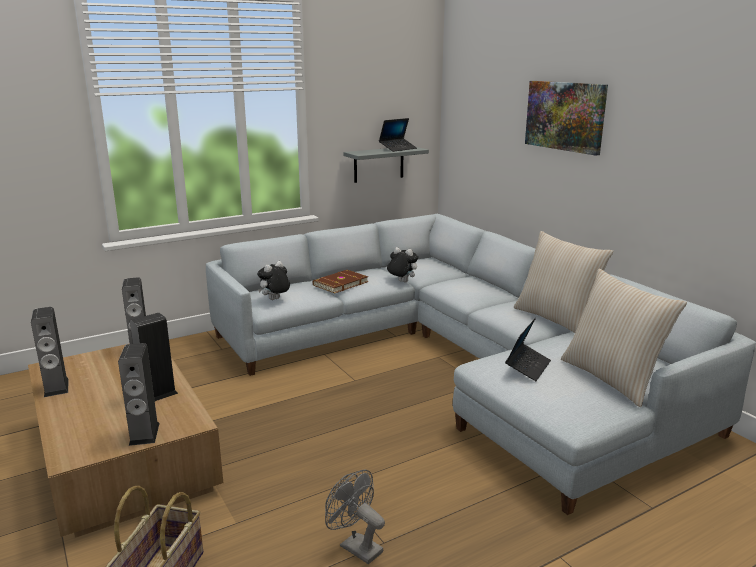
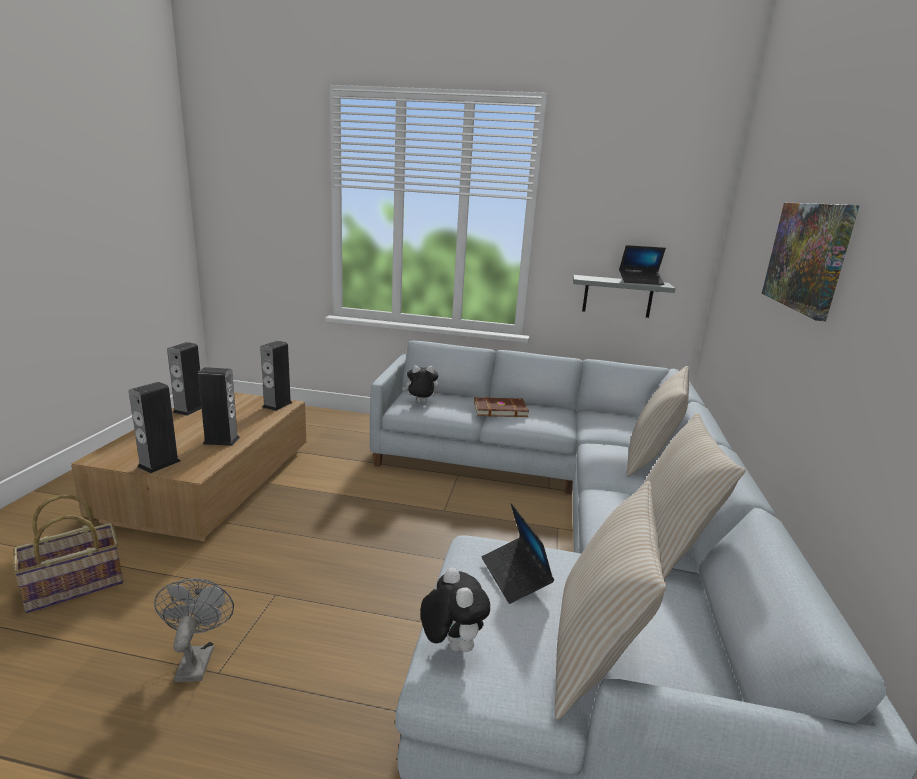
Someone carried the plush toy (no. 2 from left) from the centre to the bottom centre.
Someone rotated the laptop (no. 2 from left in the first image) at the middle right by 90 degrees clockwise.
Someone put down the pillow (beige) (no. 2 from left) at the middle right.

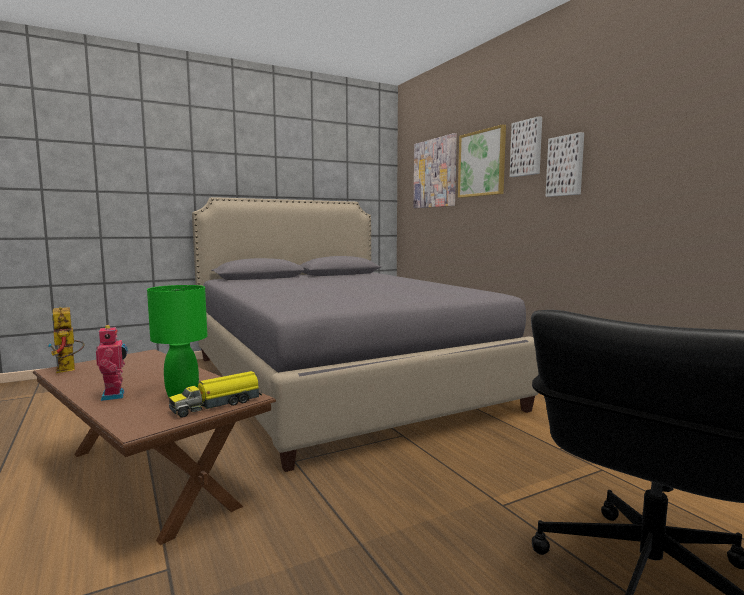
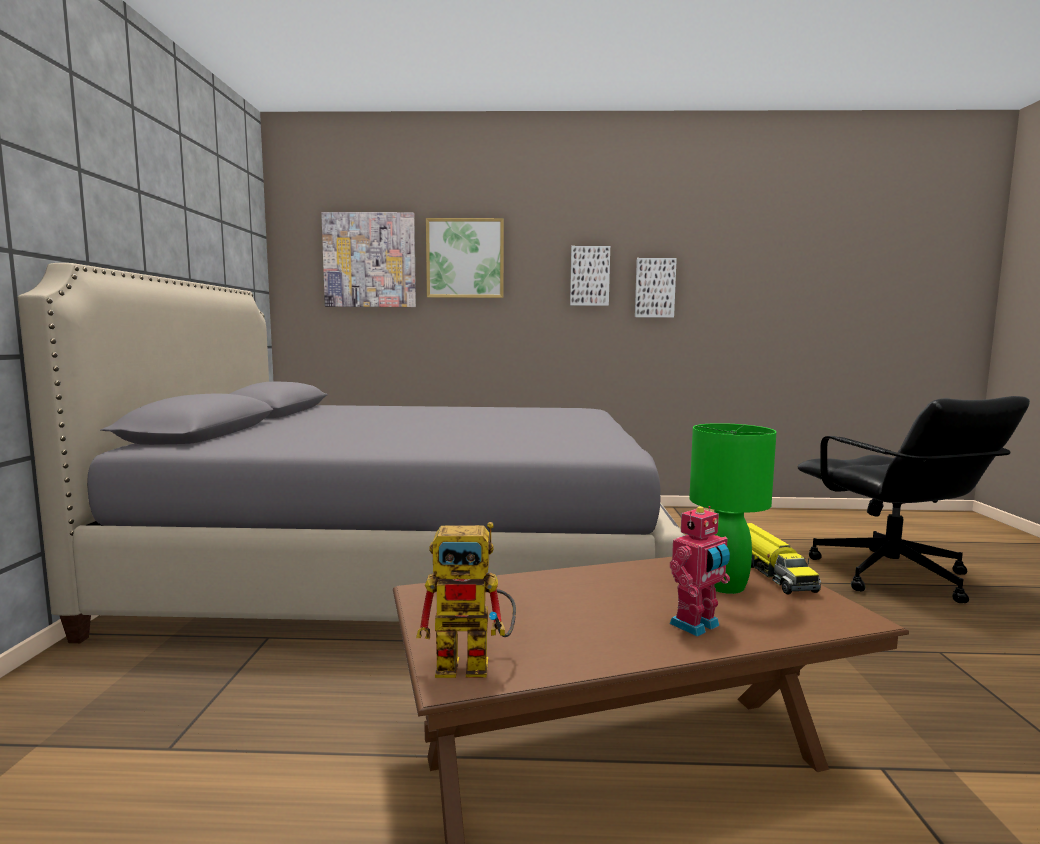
Someone carried the picture (no. 3 from left in the first image) from the top right to the centre.
Someone rotated the toy robot (no. 2 from left) at the middle left by 135 degrees clockwise.

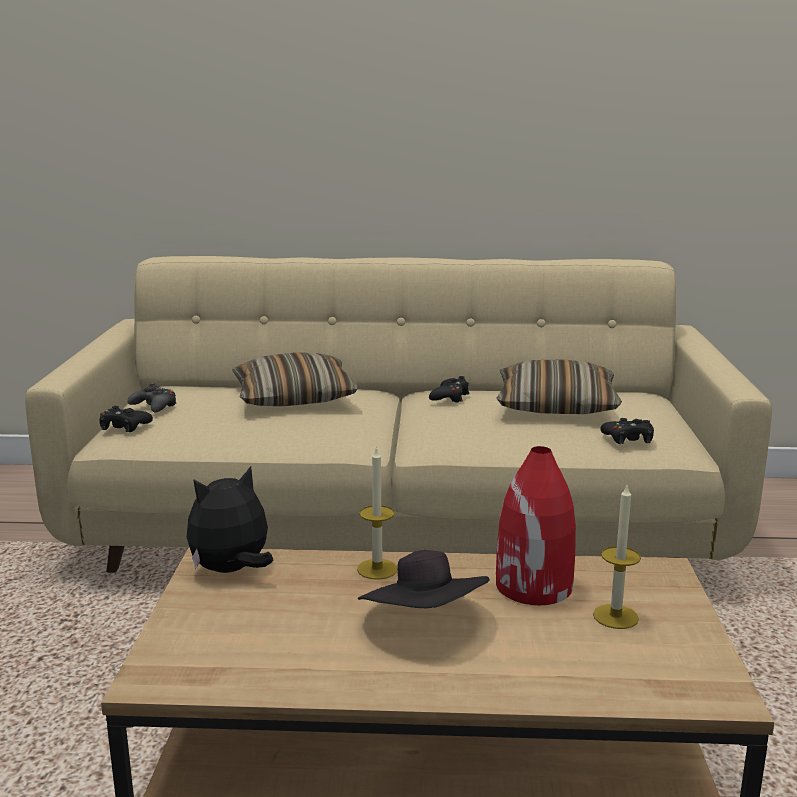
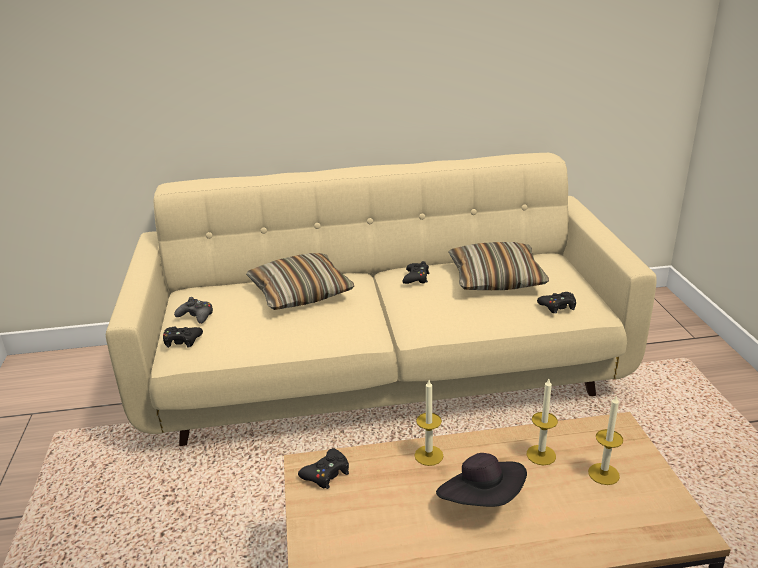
Someone swapped the plush toy at the middle left for the game controller (black) (no. 3 from left) at the bottom centre.
Someone swapped the vase (red) at the middle right for the candle (no. 2 from left) at the bottom right.

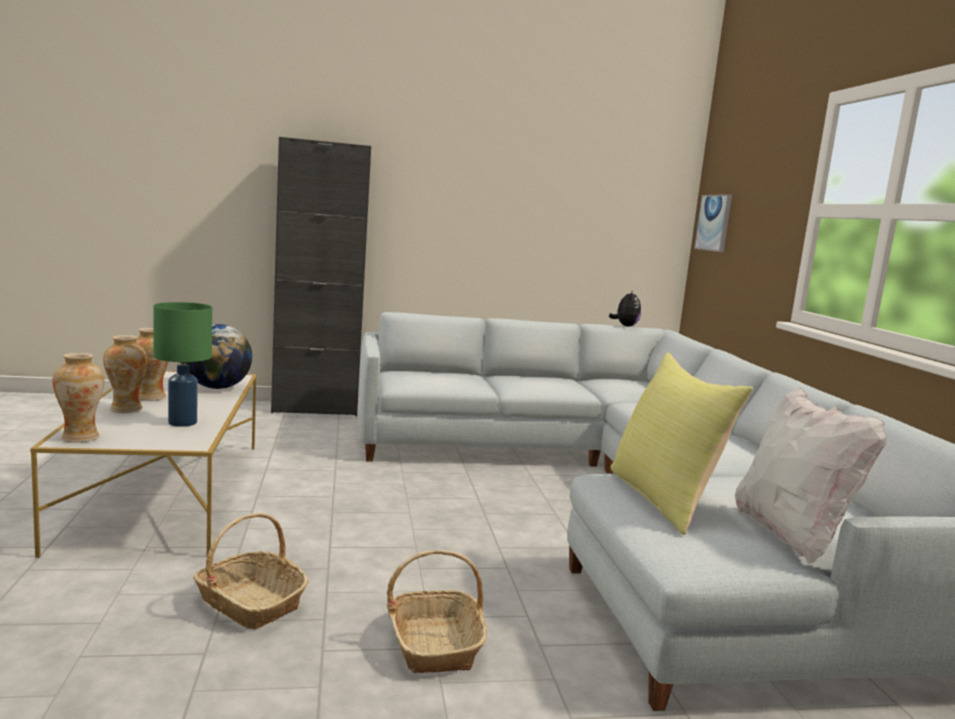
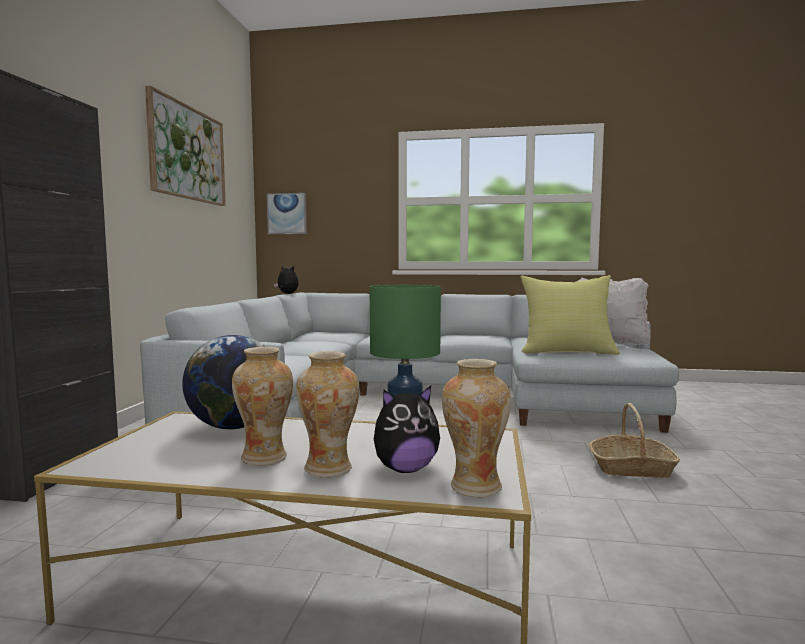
Someone put up the picture (no. 1 from left) at the top left.
Someone put down the plush toy (no. 2 from left) at the centre.
Someone took away the basket (no. 1 from left) at the bottom left.

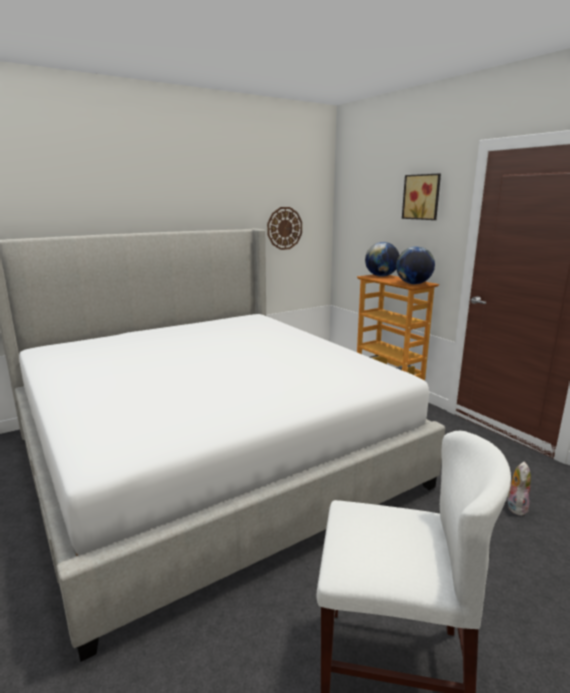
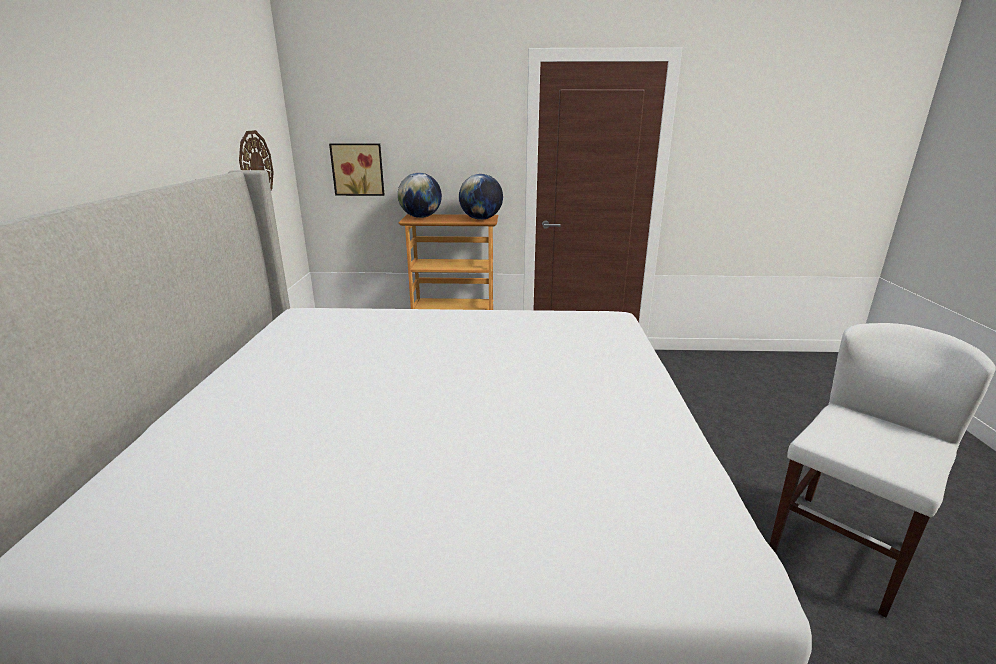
Someone carried the picture from the top right to the top centre.
Someone took away the plush toy at the bottom right.

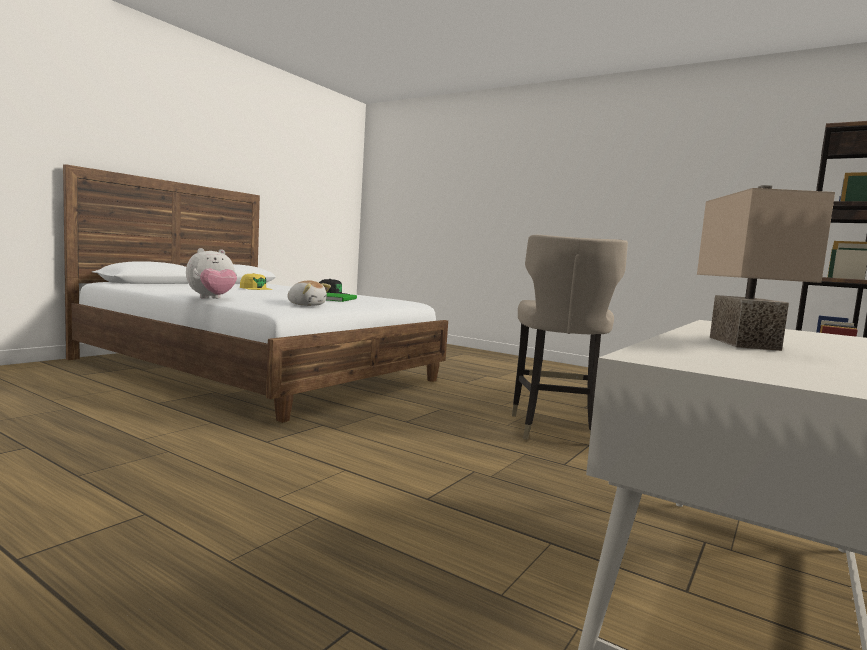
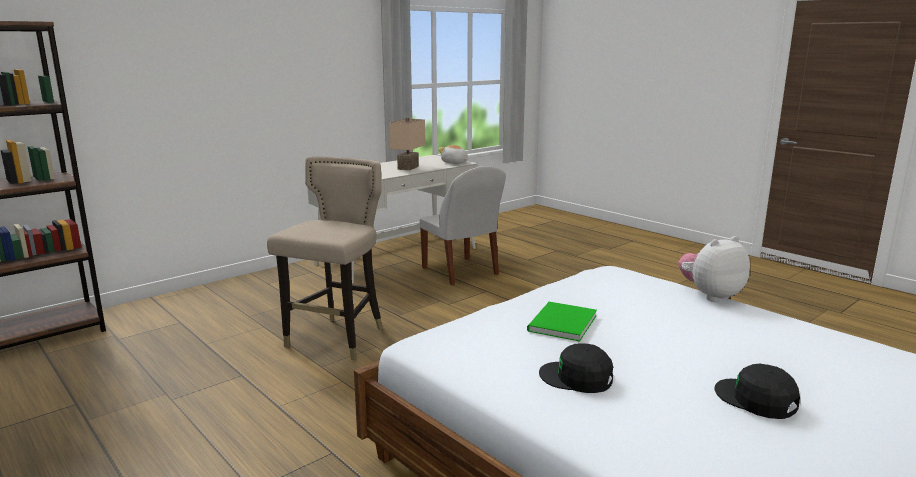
Someone put down the chair (white) at the centre.
Someone carried the plush toy (no. 2 from left in the first image) from the centre to the top centre.
Someone repainted the cap (yellow) at the middle left, which became the cap (black) (no. 2 from left) at the bottom right.

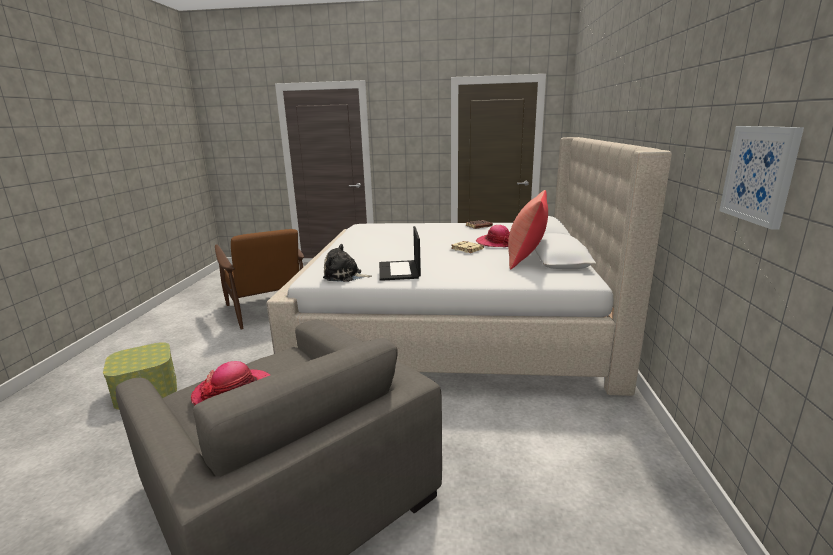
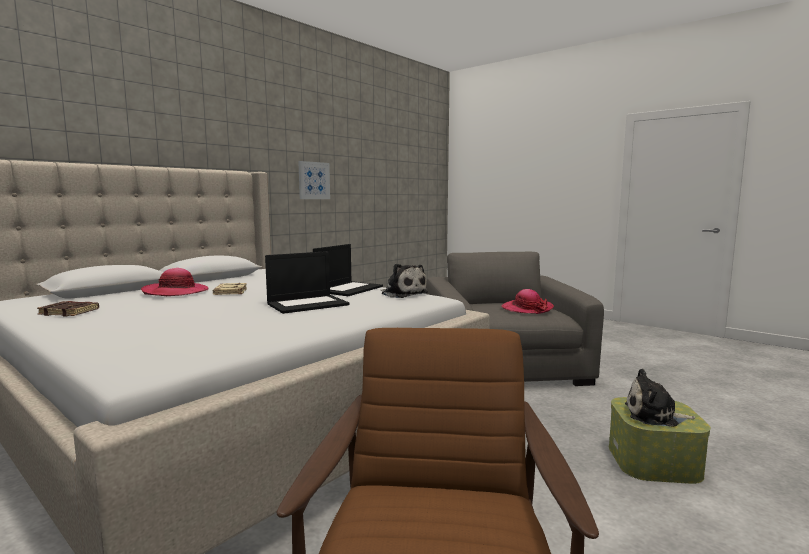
Someone put down the laptop (no. 1 from left) at the centre.
Someone put down the plush toy (no. 2 from left) at the bottom right.
Someone took away the pillow (red) at the centre.

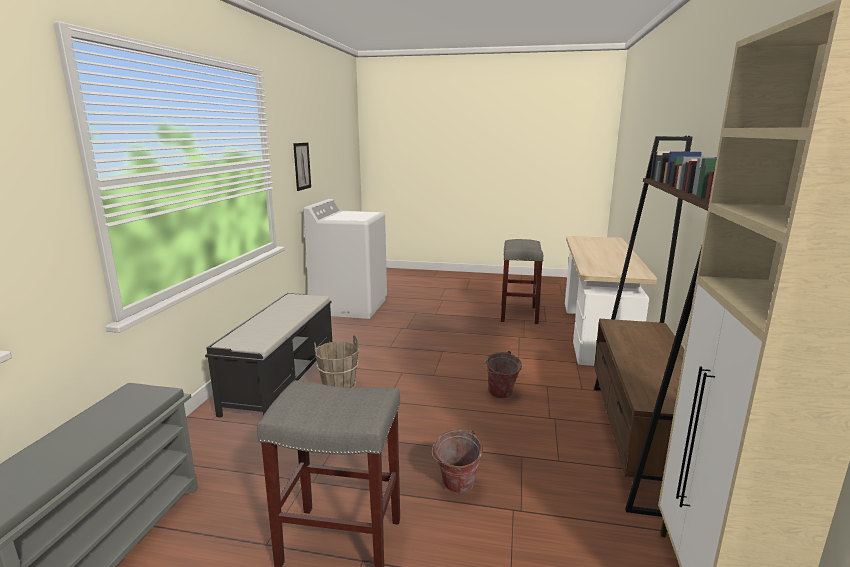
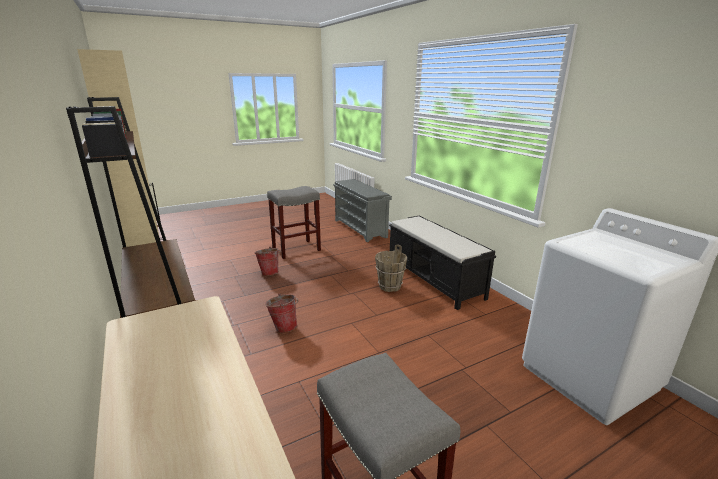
Someone took away the picture at the top centre.

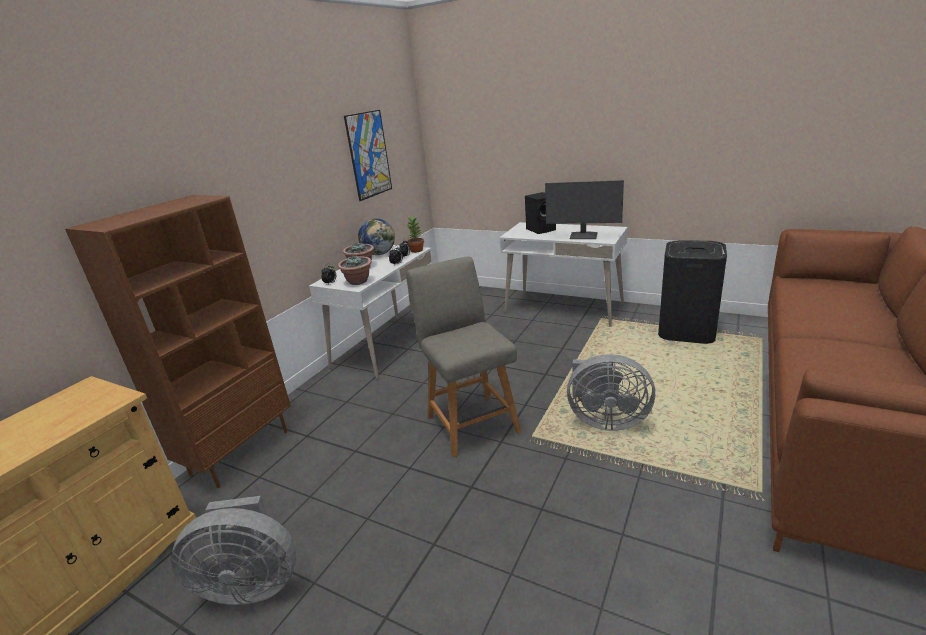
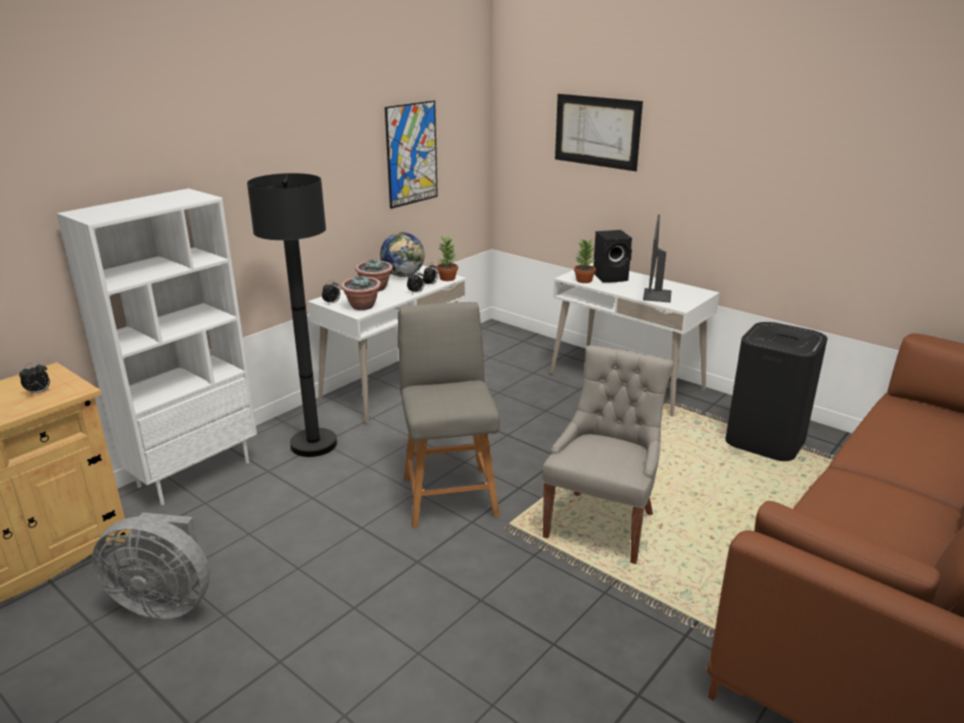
Someone put down the alarm clock (no. 1 from left) at the middle left.
Someone repainted the bookcase (brown) at the middle left, which became the bookcase (white) at the middle left.
Someone put down the floor lamp (black) at the middle left.
Someone swapped the fan (grey) (no. 2 from left) at the centre for the chair (grey) (no. 2 from left) at the centre.
Someone put up the picture (no. 2 from left) at the top centre.
Someone put down the potted plant (no. 4 from left) at the centre.
Someone rotated the monitor at the top centre by 75 degrees clockwise.

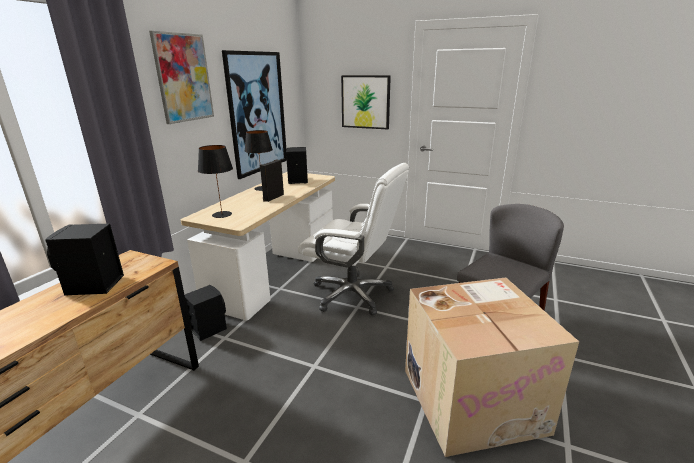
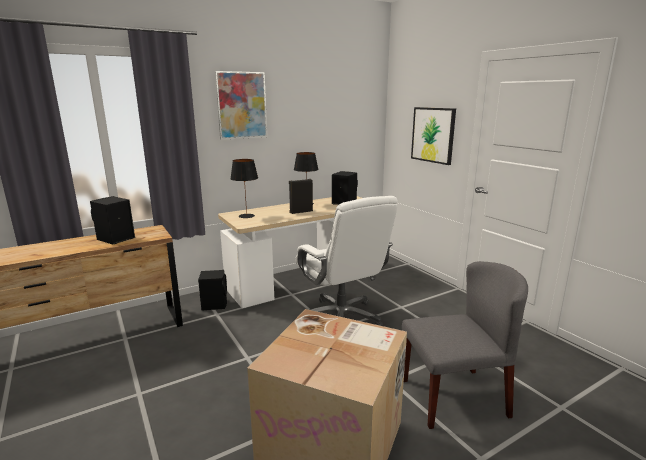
Someone took away the picture (no. 2 from left) at the top centre.

